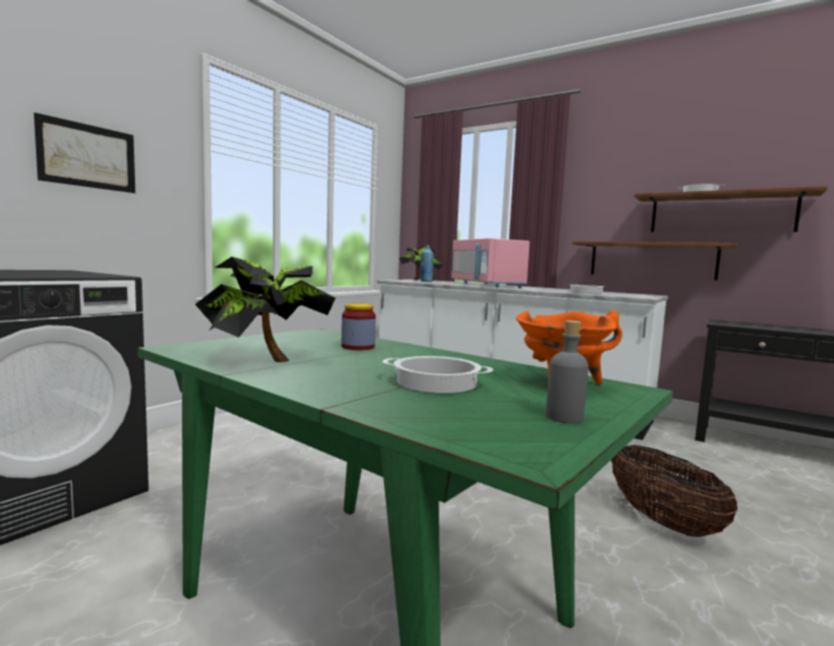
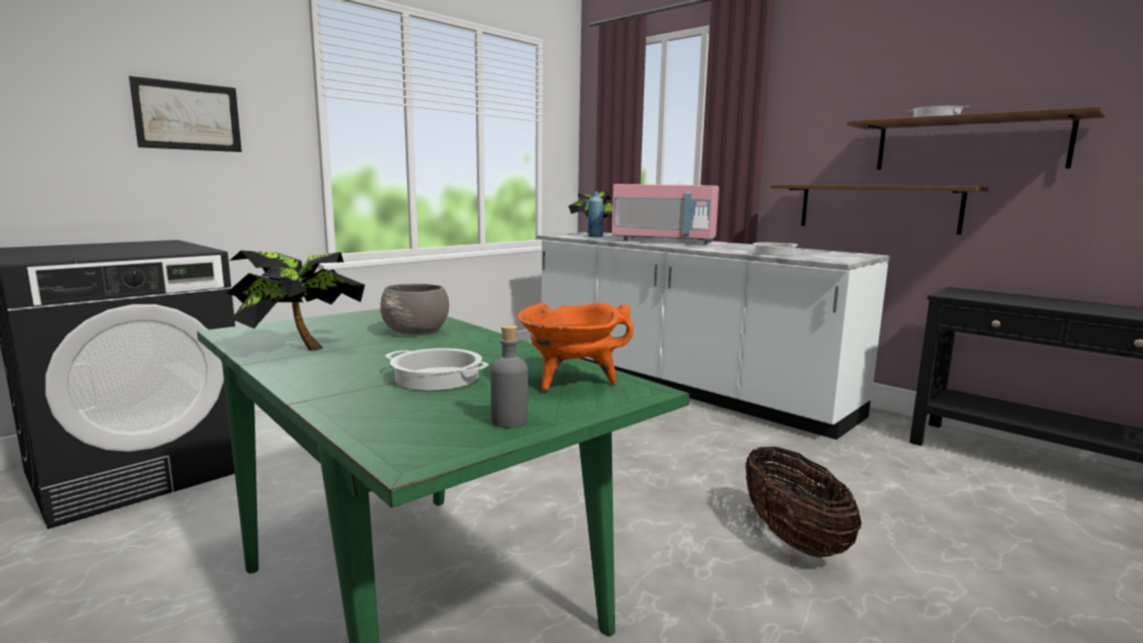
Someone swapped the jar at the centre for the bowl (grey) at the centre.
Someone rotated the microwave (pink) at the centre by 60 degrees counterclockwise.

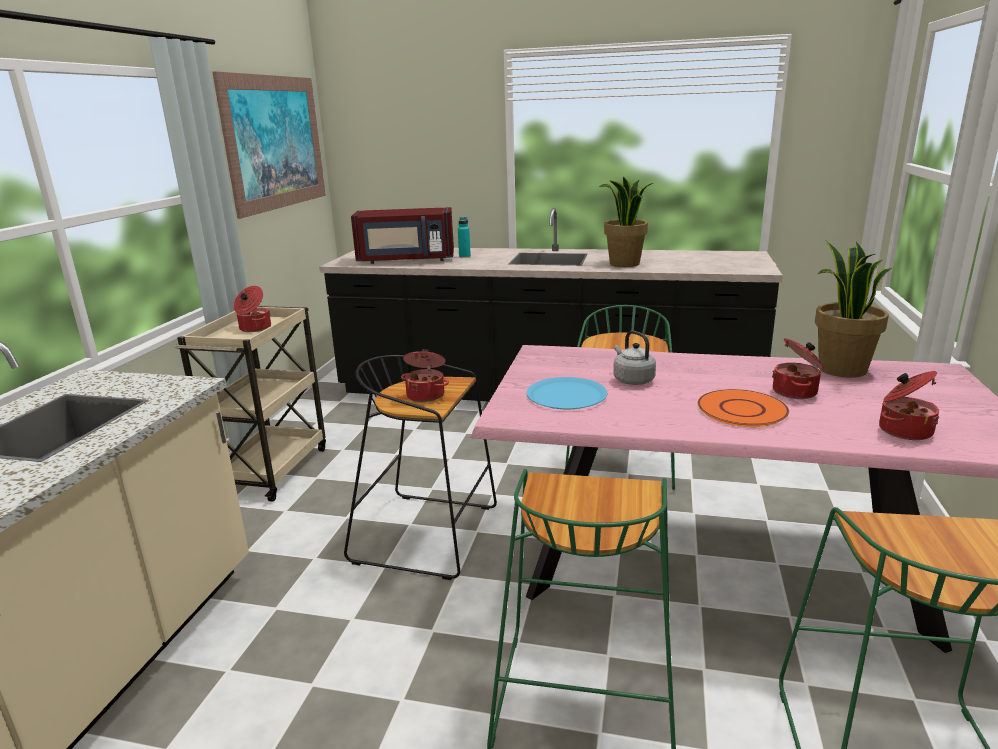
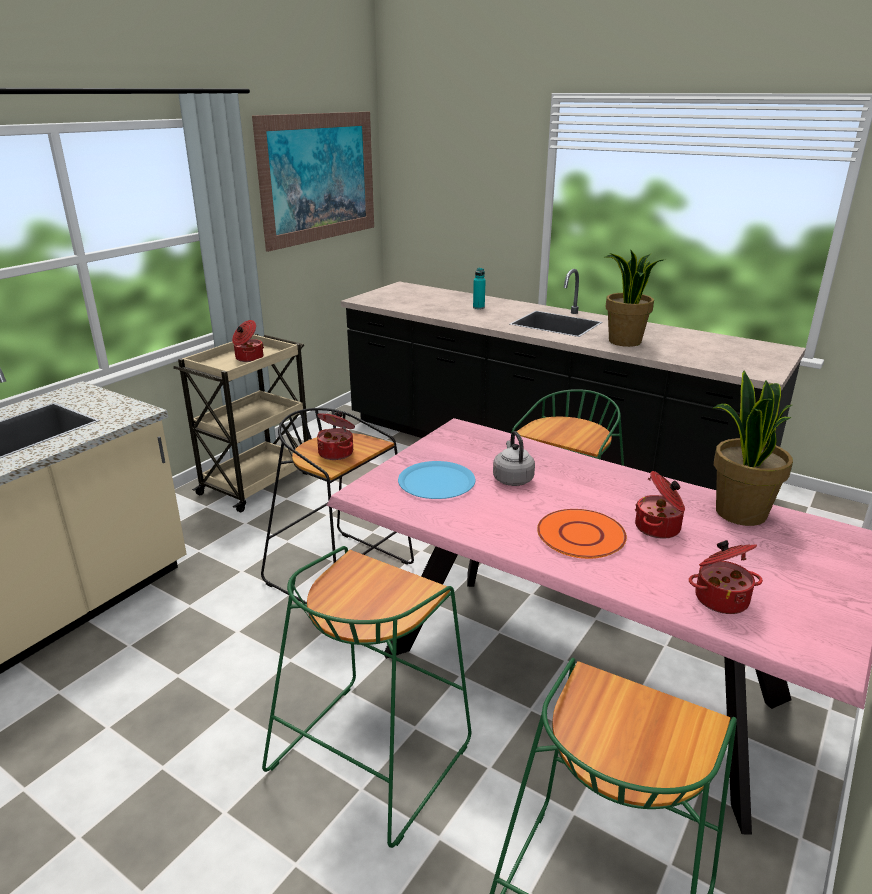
Someone took away the microwave (red) at the top centre.

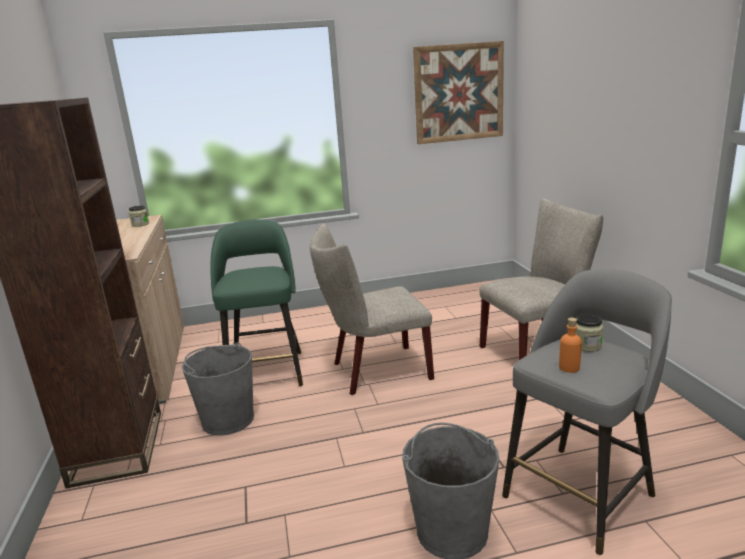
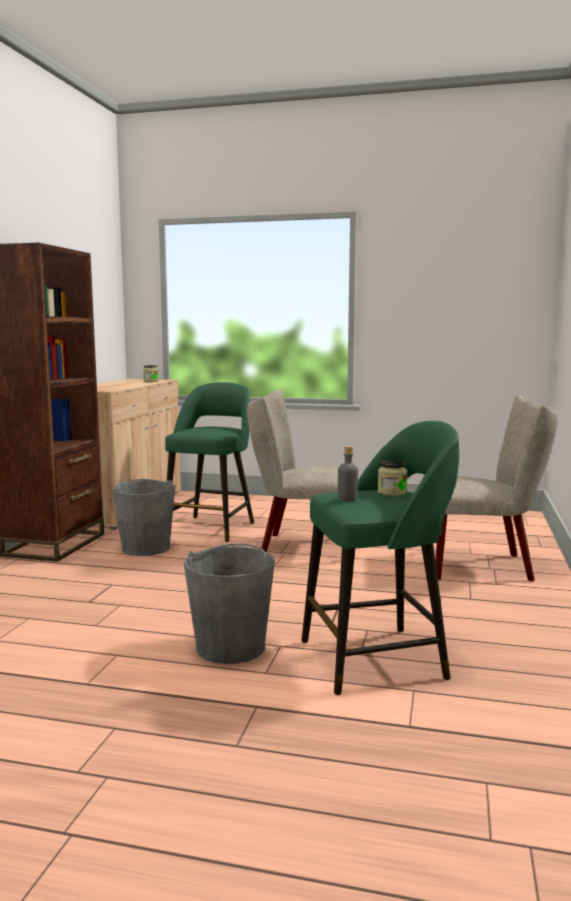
Someone repainted the stool (grey) at the bottom right, which became the stool (green) (no. 2 from left) at the centre.
Someone repainted the bottle (orange) at the middle right, which became the bottle (grey) at the centre.
Someone took away the picture at the top centre.

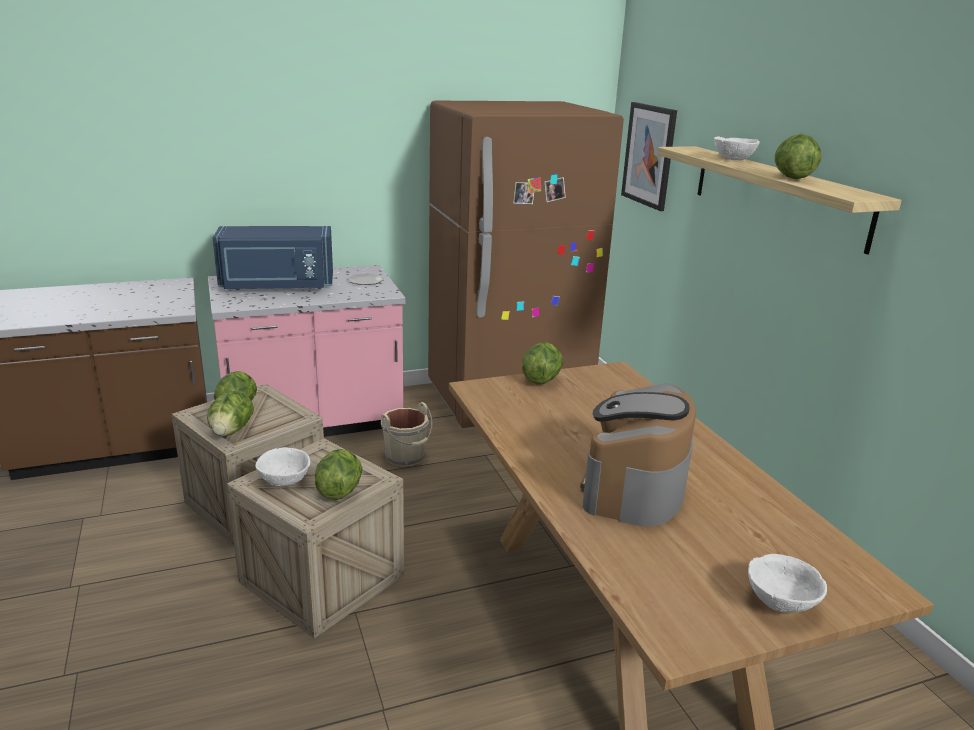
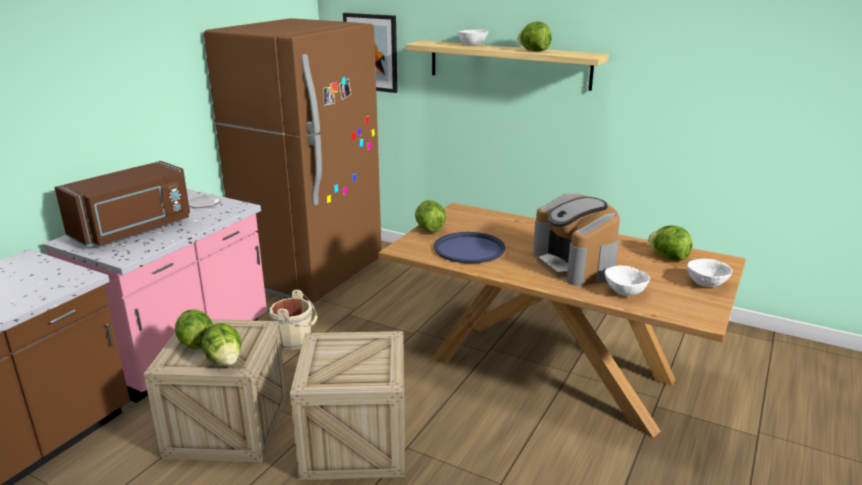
Someone repainted the microwave (blue) at the middle left, which became the microwave (brown) at the middle left.
Someone put down the tray (blue) at the centre.
Someone carried the bowl (white) (no. 1 from left in the first image) from the middle left to the middle right.
Someone carried the lettuce (no. 3 from left in the first image) from the centre to the middle right.

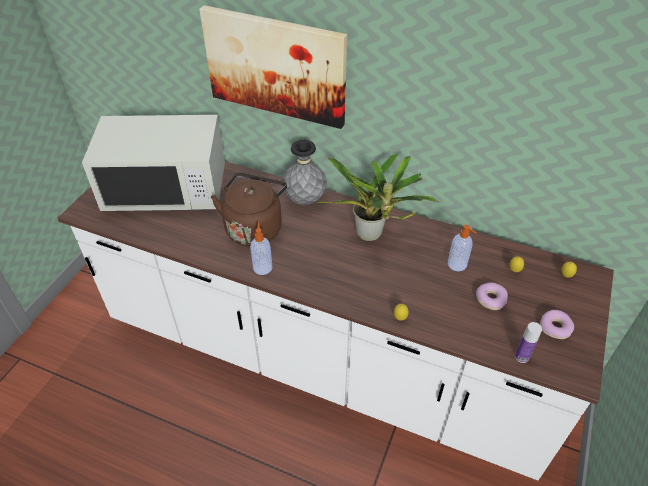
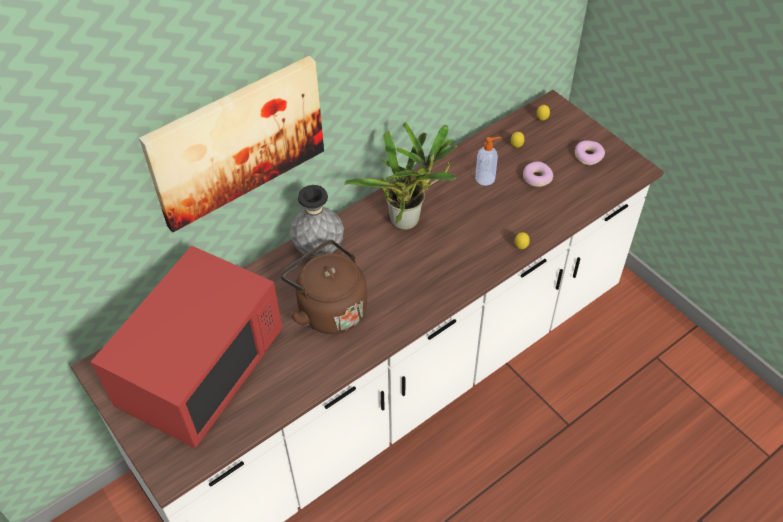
Someone repainted the microwave (white) at the middle left, which became the microwave (red) at the middle left.
Someone took away the soap dispenser (no. 1 from left) at the centre.
Someone took away the bottle at the bottom right.

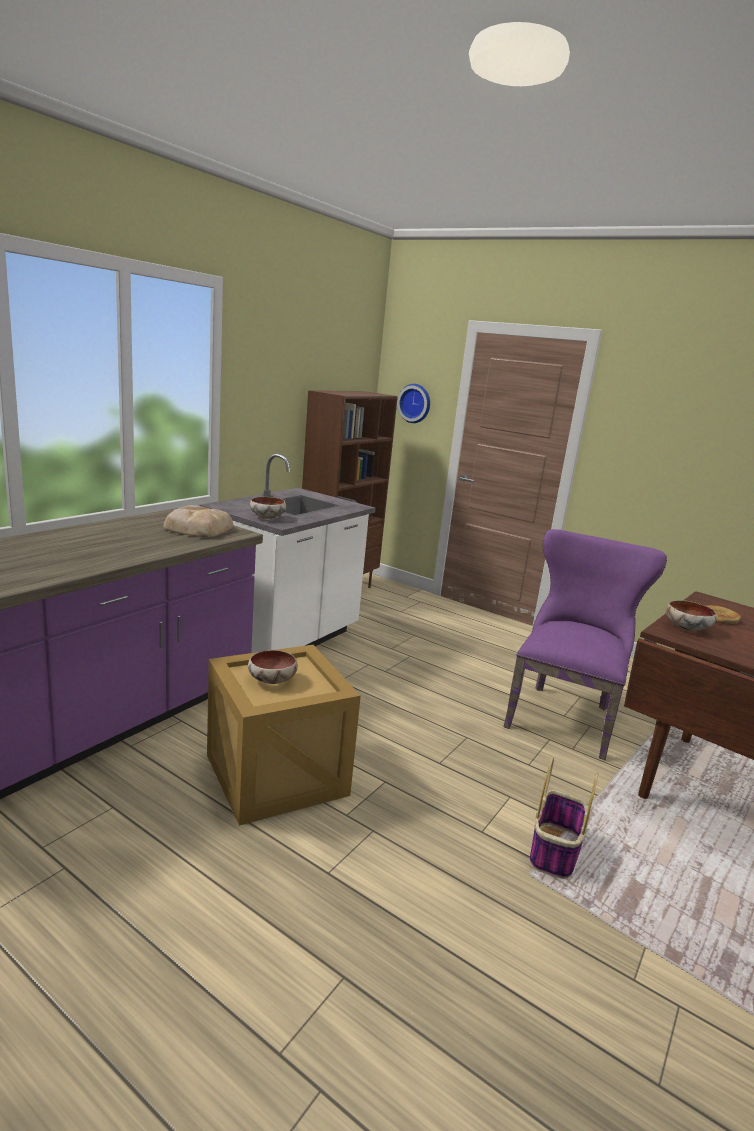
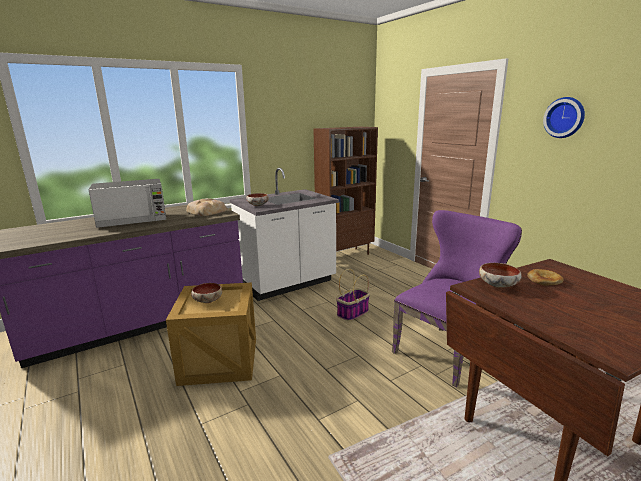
Someone put down the microwave at the middle left.
Someone carried the basket from the bottom right to the centre.
Someone carried the wall clock from the centre to the top right.

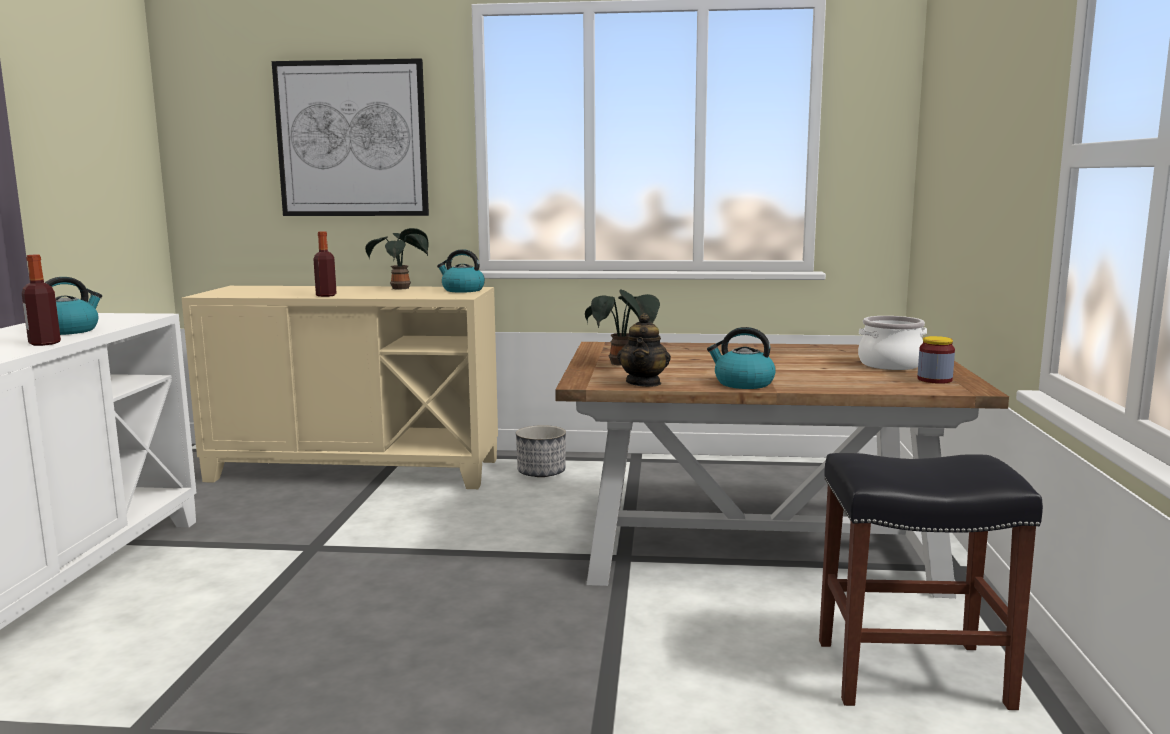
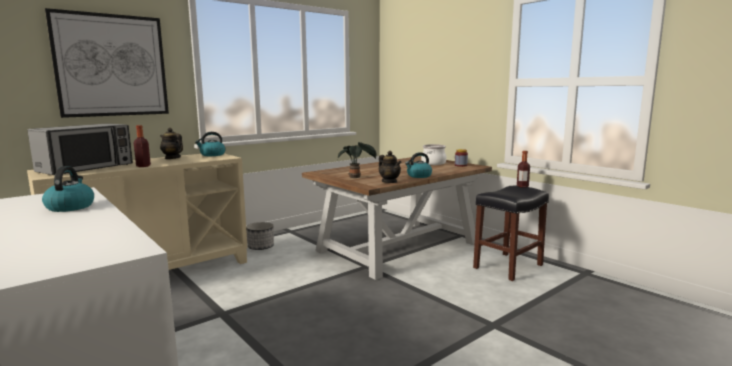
Someone put down the microwave at the middle left.
Someone swapped the potted plant (no. 1 from left) at the centre for the teapot (no. 1 from left) at the middle left.
Someone carried the bottle (no. 1 from left in the first image) from the middle left to the middle right.

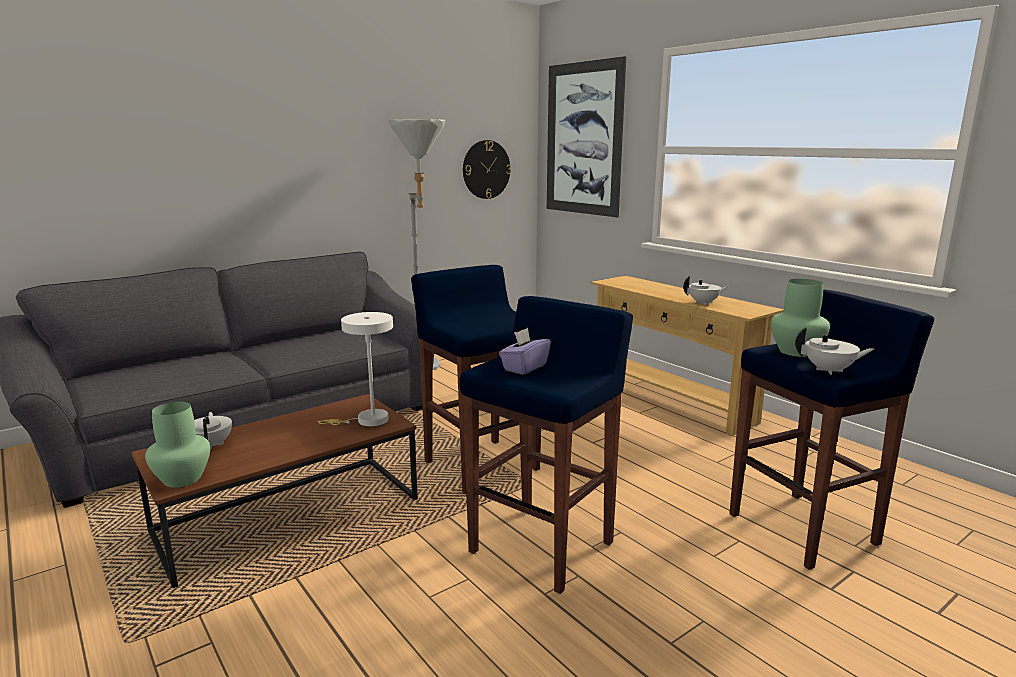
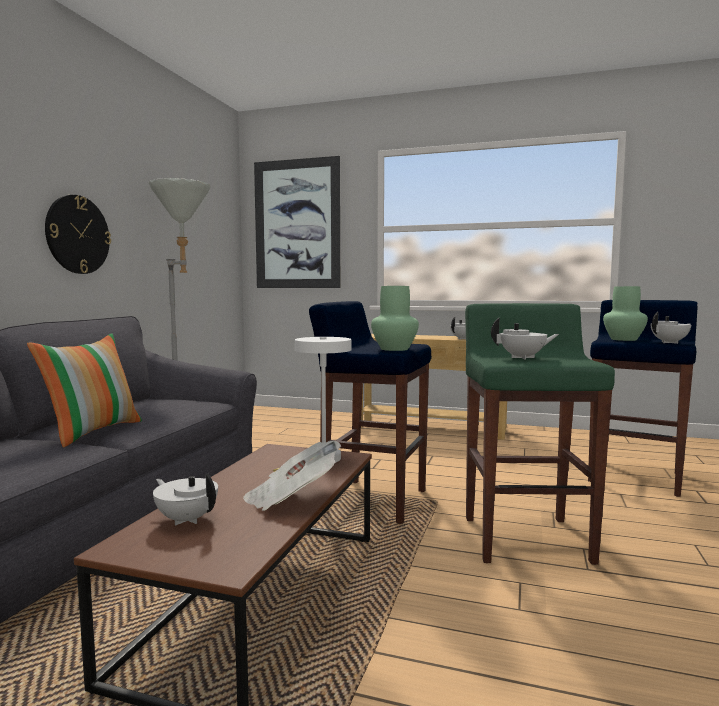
Someone put down the pillow at the middle left.
Someone carried the wall clock from the top centre to the top left.
Someone put down the newspaper at the bottom centre.
Someone carried the vase (green) (no. 1 from left) from the middle left to the centre.
Someone repainted the stool (blue) (no. 2 from left) at the centre, which became the stool (green) at the middle right.
Someone swapped the tissue box (purple) at the centre for the teapot (white) (no. 3 from left) at the middle right.

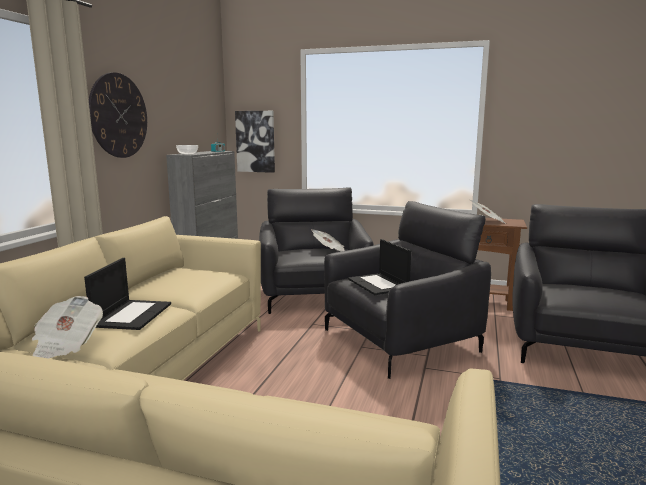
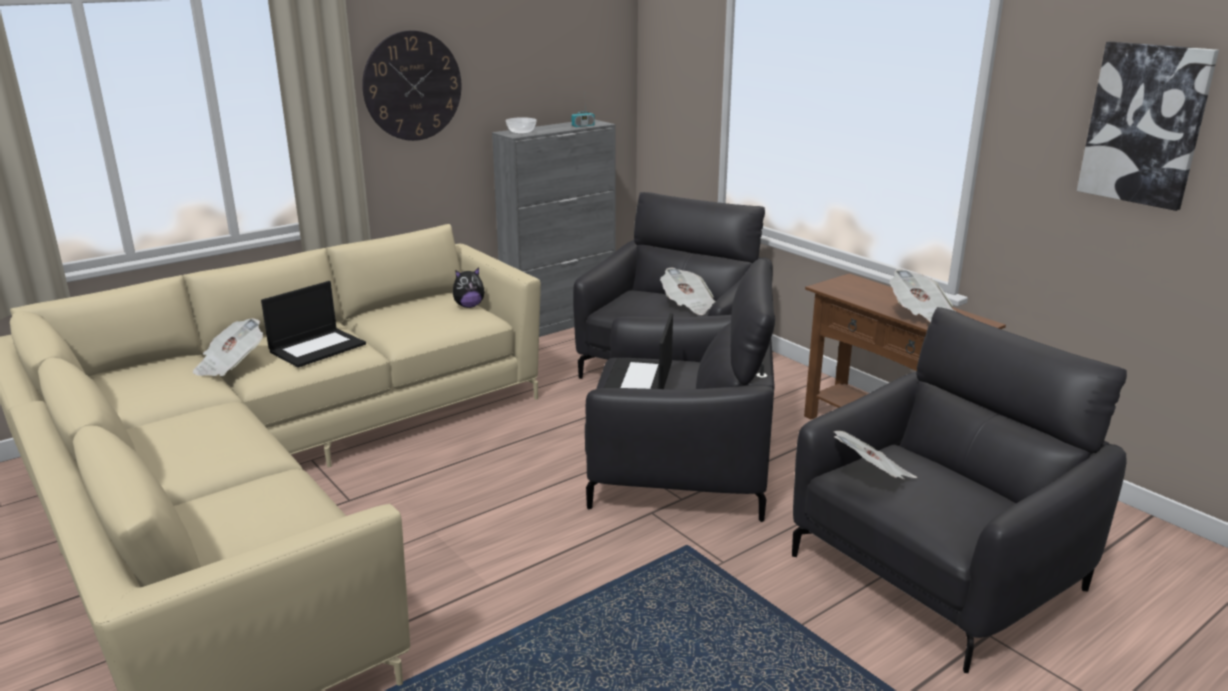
Someone put down the plush toy at the centre.
Someone put down the newspaper (no. 3 from left) at the middle right.
Someone carried the picture from the top centre to the top right.

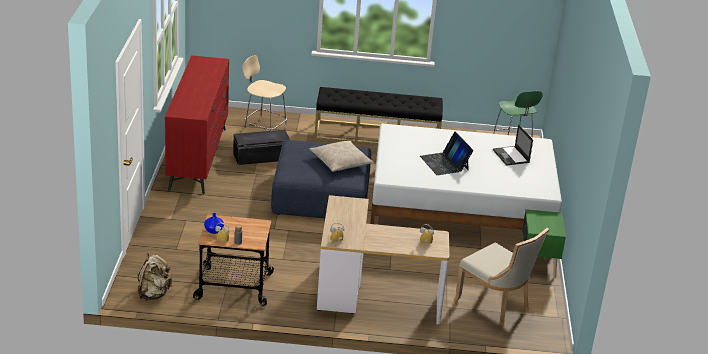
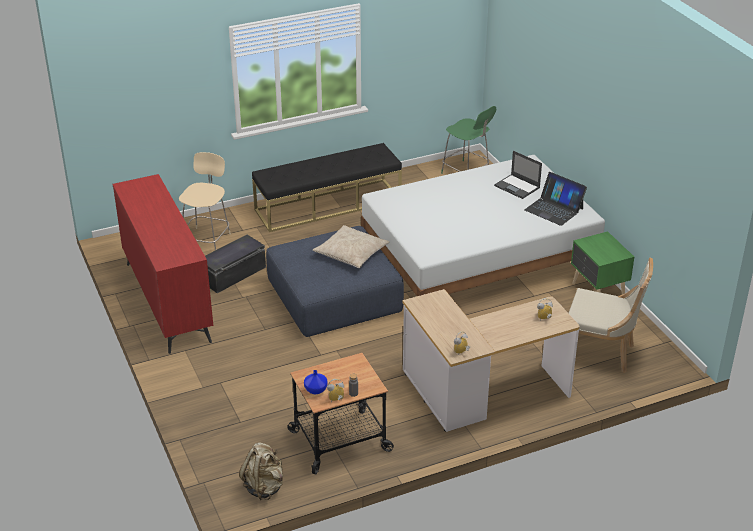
Someone rotated the chair (beige) (no. 1 from left) at the top centre by 105 degrees clockwise.
Someone carried the laptop (no. 1 from left in the first image) from the centre to the middle right.

